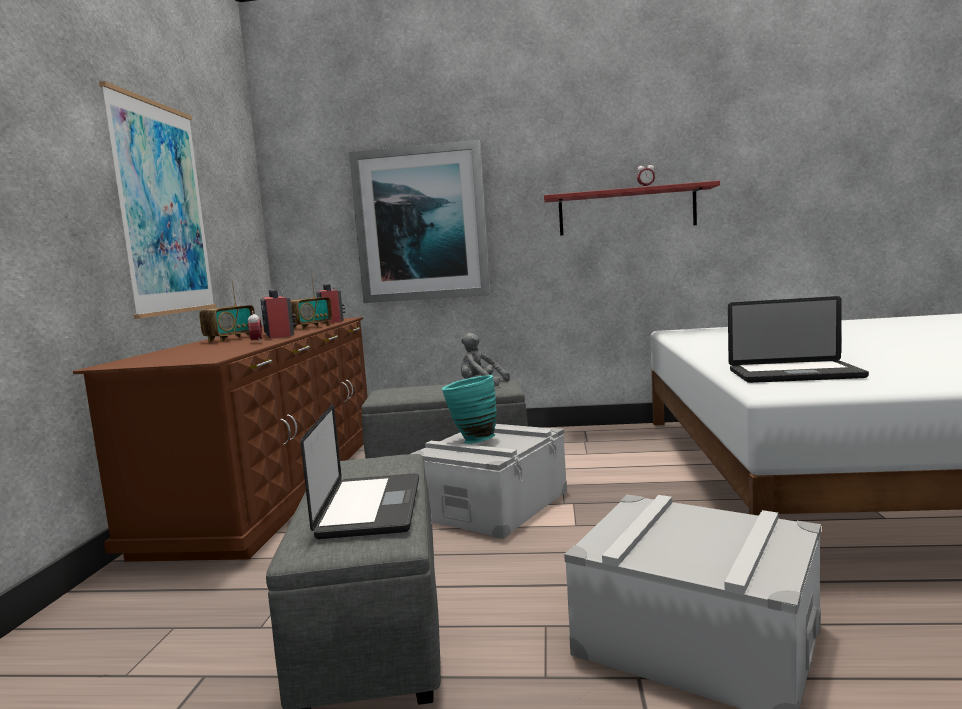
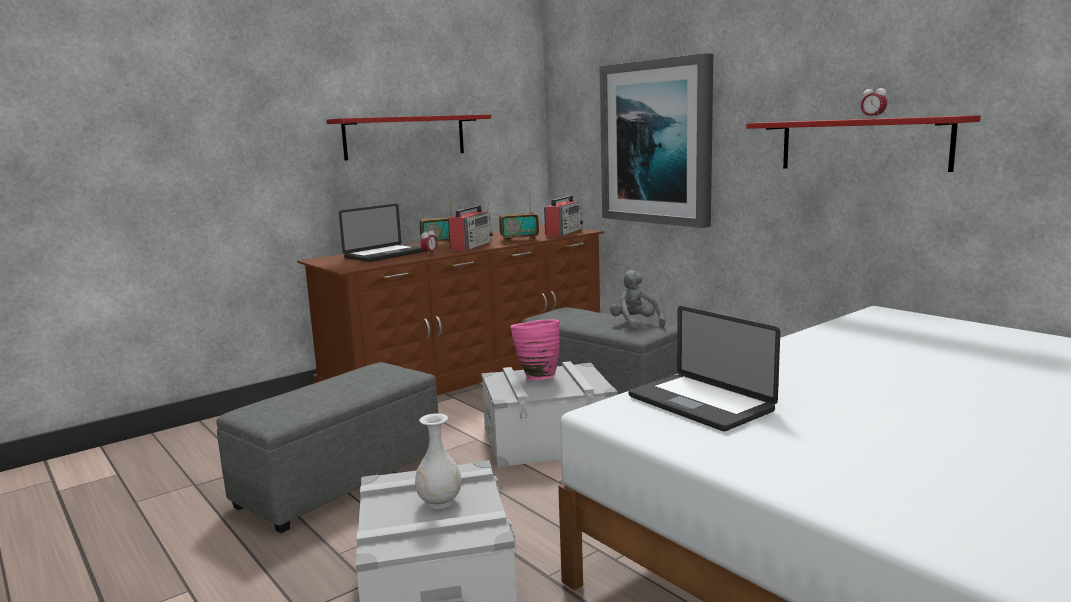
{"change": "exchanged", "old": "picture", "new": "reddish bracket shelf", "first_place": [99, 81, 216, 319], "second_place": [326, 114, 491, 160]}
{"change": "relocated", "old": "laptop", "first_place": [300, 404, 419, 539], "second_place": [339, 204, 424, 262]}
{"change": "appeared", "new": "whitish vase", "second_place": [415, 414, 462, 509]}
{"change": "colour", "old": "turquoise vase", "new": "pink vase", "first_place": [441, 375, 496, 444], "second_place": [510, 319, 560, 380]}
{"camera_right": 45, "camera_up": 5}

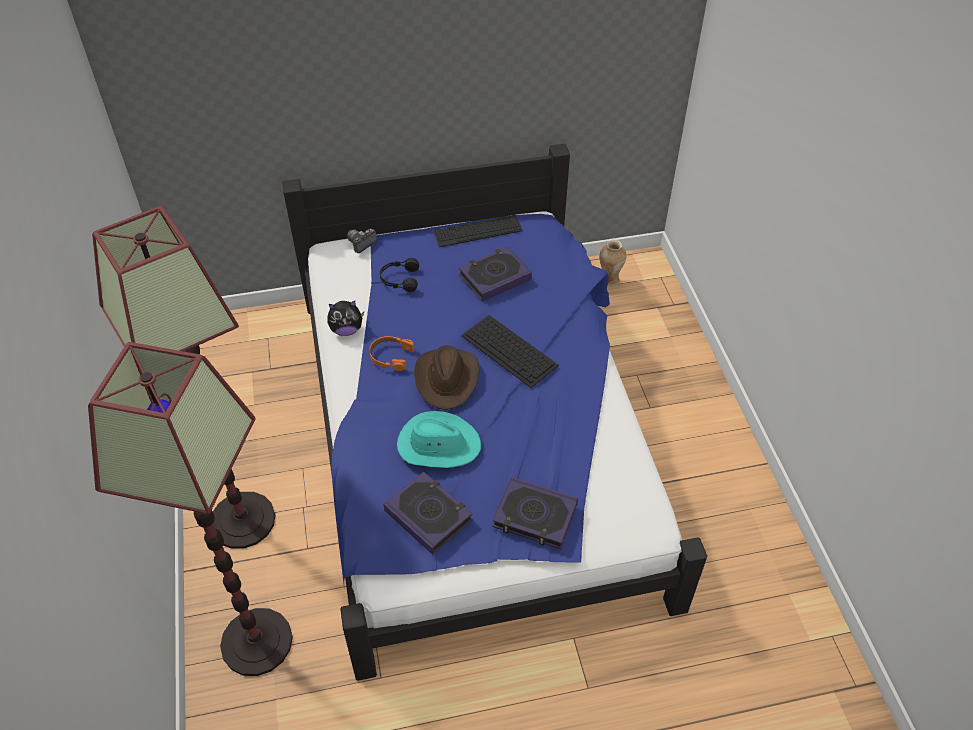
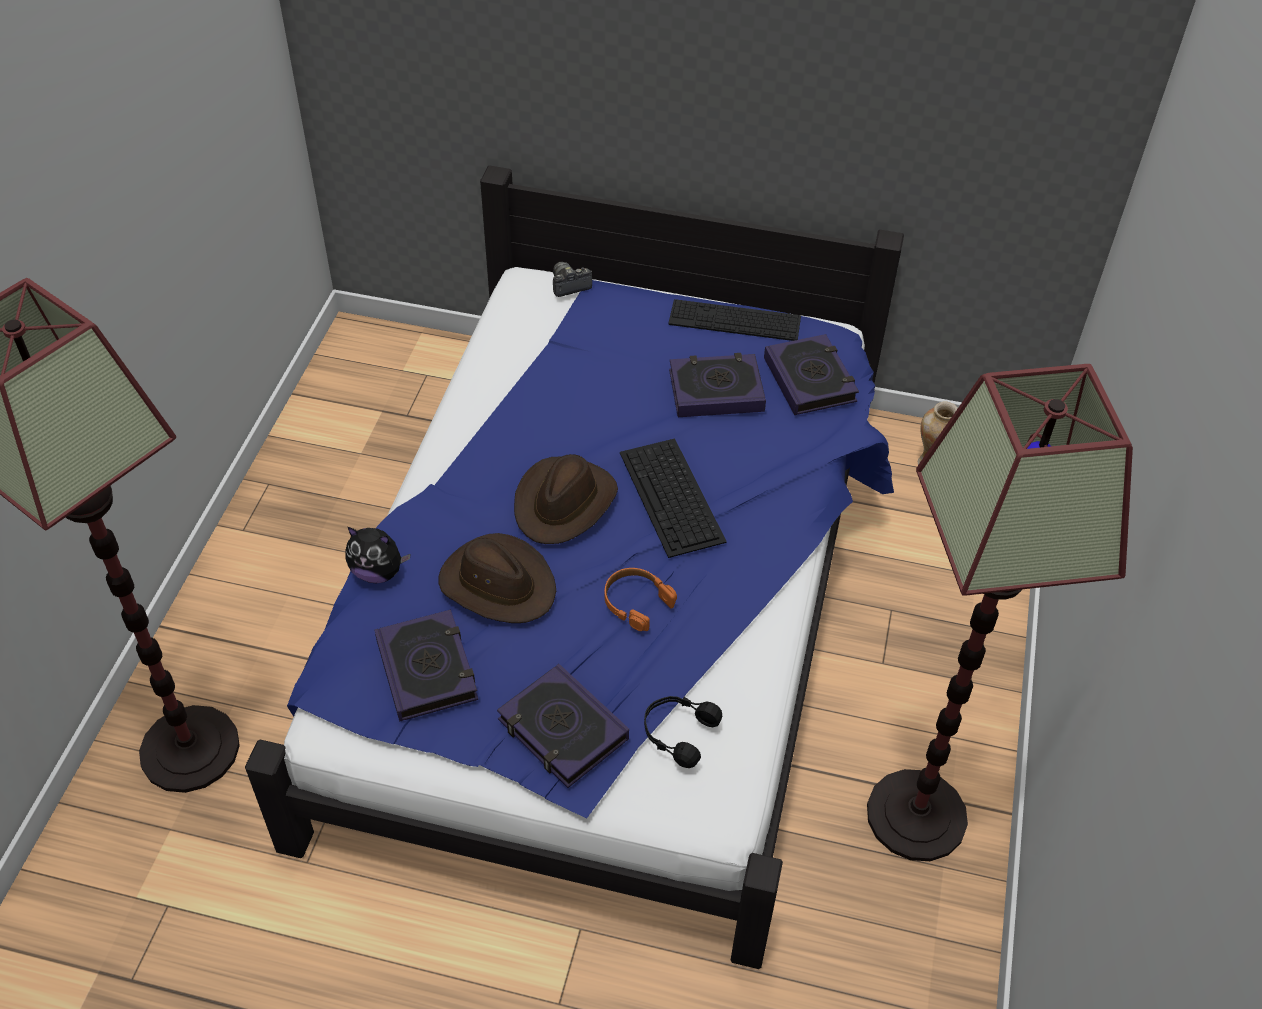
{"change": "relocated", "old": "soft toy", "first_place": [327, 301, 364, 336], "second_place": [345, 527, 410, 583]}
{"change": "colour", "old": "turquoise clothing hat", "new": "brown clothing hat", "first_place": [397, 411, 481, 468], "second_place": [439, 533, 556, 623]}
{"change": "relocated", "old": "orangey headset", "first_place": [369, 336, 414, 371], "second_place": [605, 568, 677, 631]}
{"change": "relocated", "old": "blackish headset", "first_place": [380, 258, 419, 292], "second_place": [644, 696, 722, 768]}
{"change": "appeared", "new": "book", "second_place": [764, 334, 859, 415]}
{"change": "relocated", "old": "standard lamp", "first_place": [92, 206, 275, 549], "second_place": [867, 364, 1133, 861]}
{"camera_right": 25, "camera_up": 0}

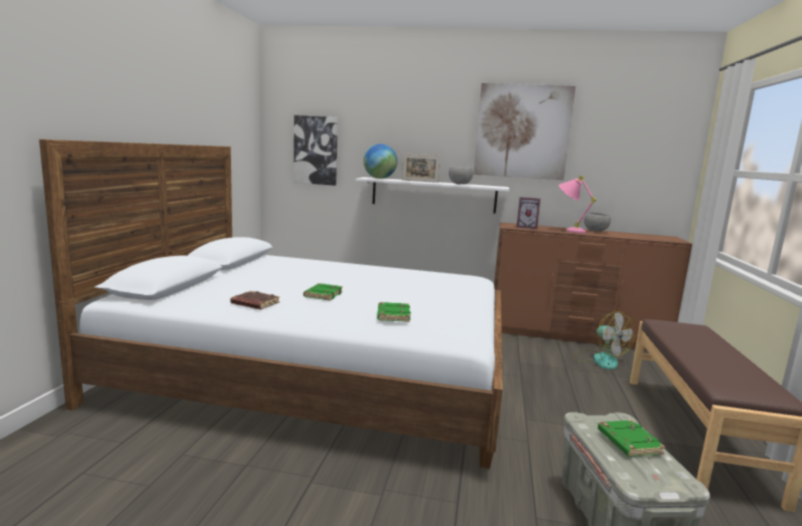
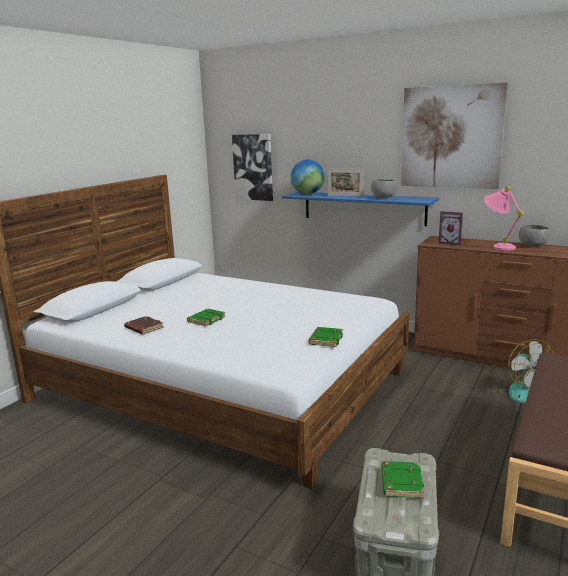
{"change": "colour", "old": "whitish bracket shelf", "new": "blue-coloured bracket shelf", "first_place": [355, 177, 509, 214], "second_place": [282, 192, 439, 226]}
{"change": "relocated", "old": "green-coloured book", "first_place": [377, 302, 411, 322], "second_place": [308, 327, 343, 347]}
{"camera_right": 20, "camera_up": 5}

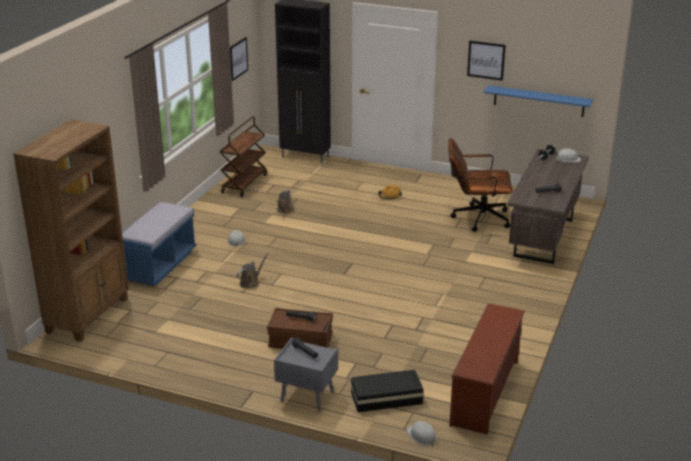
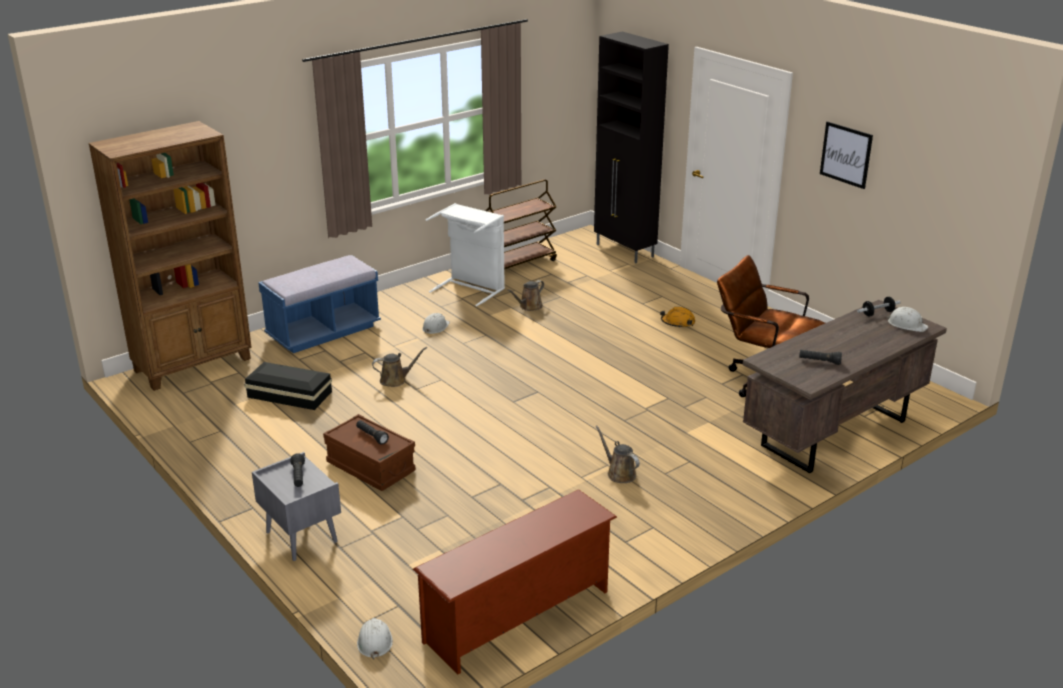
{"change": "relocated", "old": "blackish storage bin", "first_place": [350, 370, 424, 412], "second_place": [245, 362, 332, 410]}
{"change": "appeared", "new": "whitish hamper", "second_place": [426, 203, 505, 307]}
{"change": "appeared", "new": "brown watering pot", "second_place": [595, 425, 640, 483]}
{"change": "missing", "old": "picture", "first_place": [230, 37, 248, 81]}
{"change": "missing", "old": "blue-coloured bracket shelf", "first_place": [484, 85, 593, 117]}
{"camera_right": 30, "camera_up": 0}

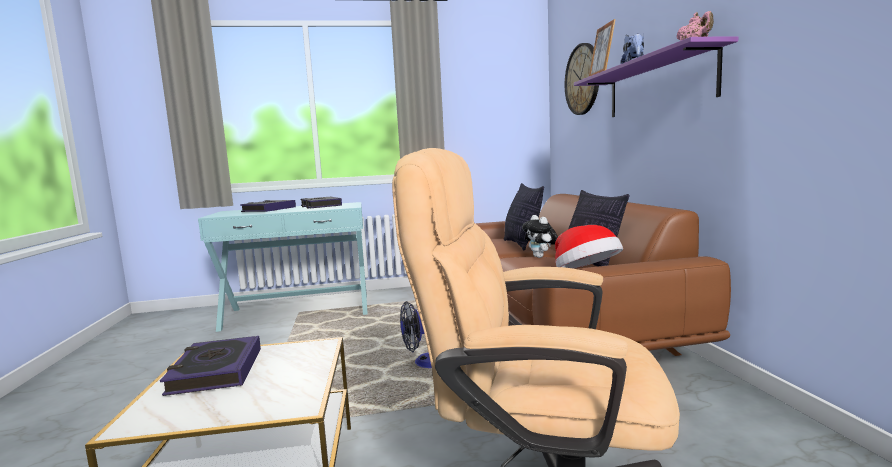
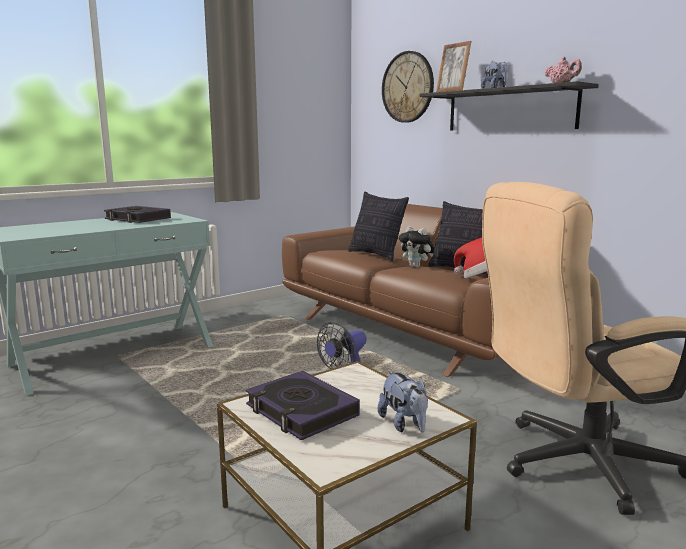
{"change": "appeared", "new": "soft toy", "second_place": [378, 371, 428, 433]}
{"change": "colour", "old": "purplish bracket shelf", "new": "blackish bracket shelf", "first_place": [574, 36, 738, 117], "second_place": [420, 81, 599, 131]}
{"change": "missing", "old": "book", "first_place": [240, 200, 296, 212]}
{"camera_right": -30, "camera_up": 5}

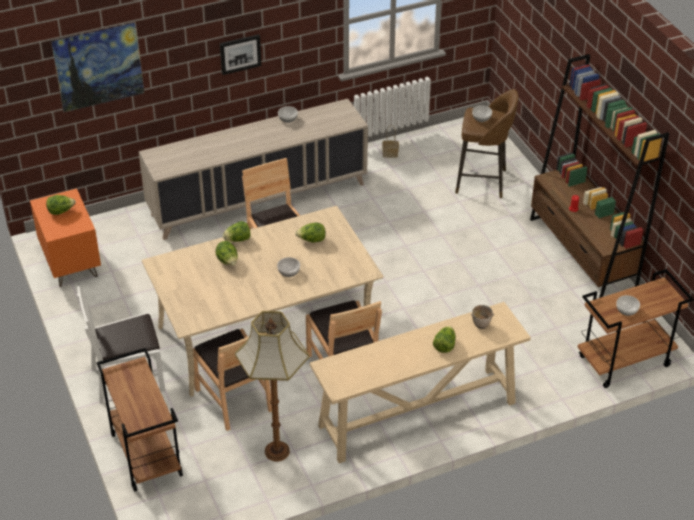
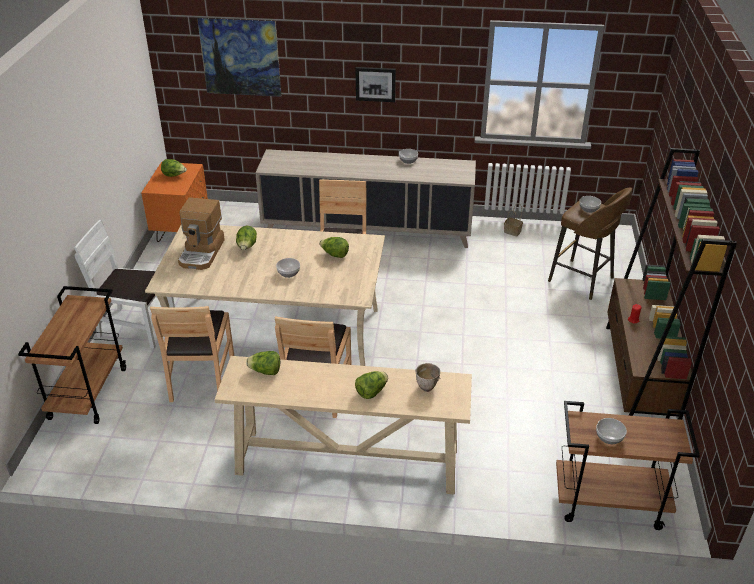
{"change": "appeared", "new": "coffee machine", "second_place": [178, 197, 225, 270]}
{"change": "relocated", "old": "lettuce", "first_place": [223, 221, 251, 242], "second_place": [246, 351, 280, 375]}
{"change": "missing", "old": "standard lamp", "first_place": [235, 311, 309, 461]}
{"camera_right": 30, "camera_up": -5}

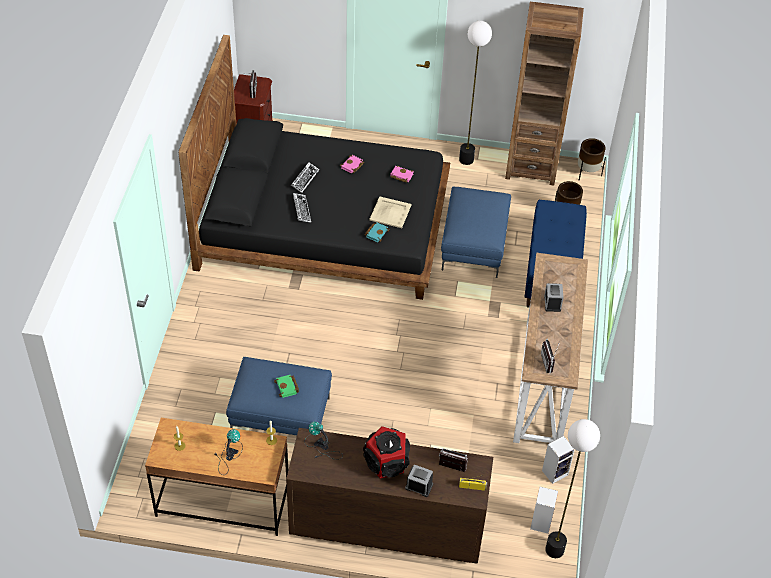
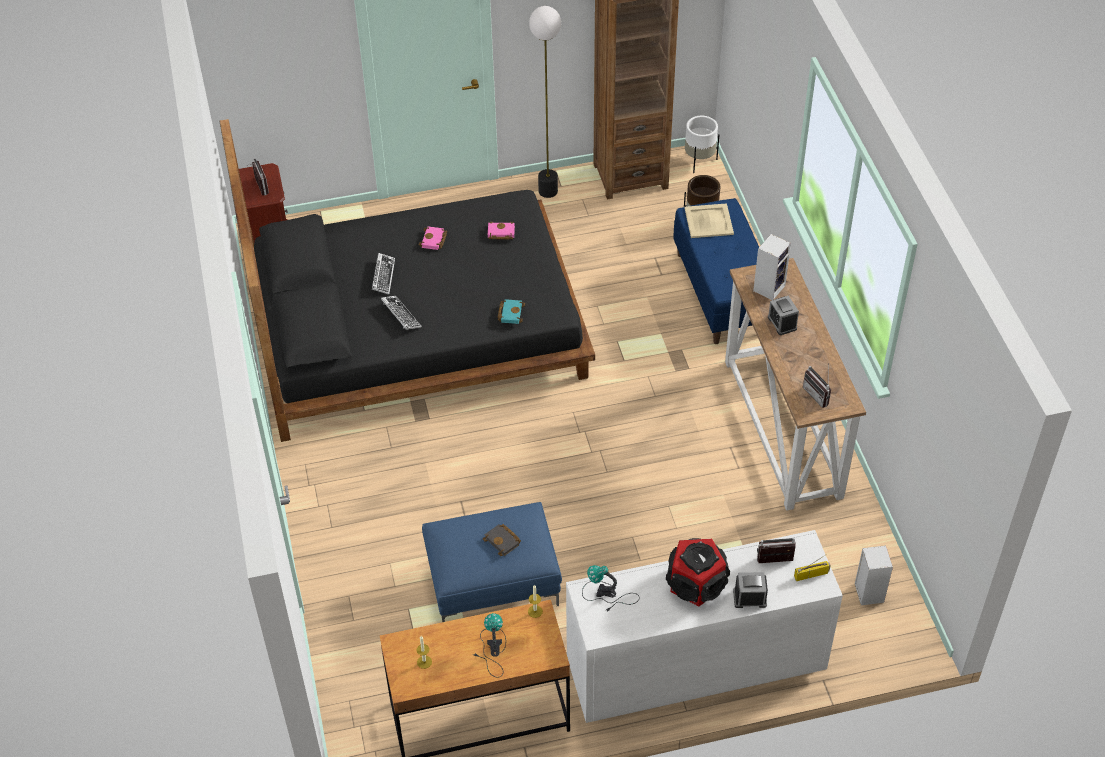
{"change": "colour", "old": "green-coloured book", "new": "blackish book", "first_place": [274, 375, 299, 398], "second_place": [483, 524, 521, 556]}
{"change": "colour", "old": "brown dresser", "new": "whitish dresser", "first_place": [286, 428, 493, 564], "second_place": [566, 530, 843, 723]}
{"change": "relocated", "old": "beige-coloured serving tray", "first_place": [369, 196, 412, 228], "second_place": [684, 203, 734, 238]}
{"change": "colour", "old": "brown planter", "new": "whitish planter", "first_place": [578, 138, 606, 180], "second_place": [685, 116, 719, 173]}
{"change": "relocated", "old": "audio speaker", "first_place": [542, 436, 575, 484], "second_place": [753, 234, 791, 300]}
{"change": "missing", "old": "blue-coloured pouffe", "first_place": [441, 186, 511, 278]}
{"change": "missing", "old": "standard lamp", "first_place": [545, 419, 600, 558]}
{"camera_right": -20, "camera_up": 0}

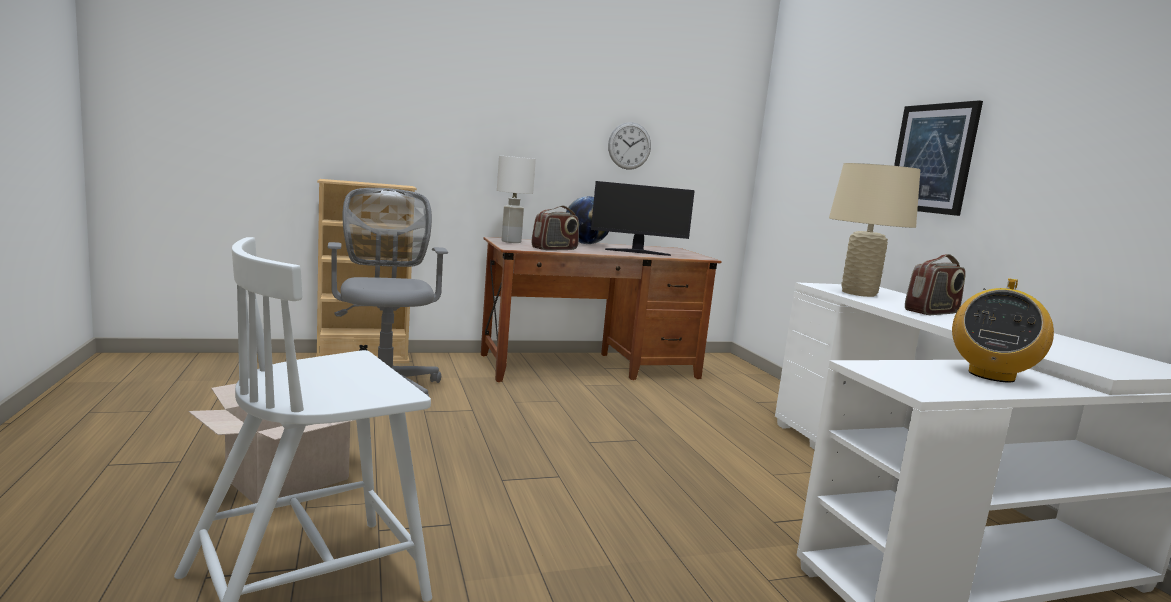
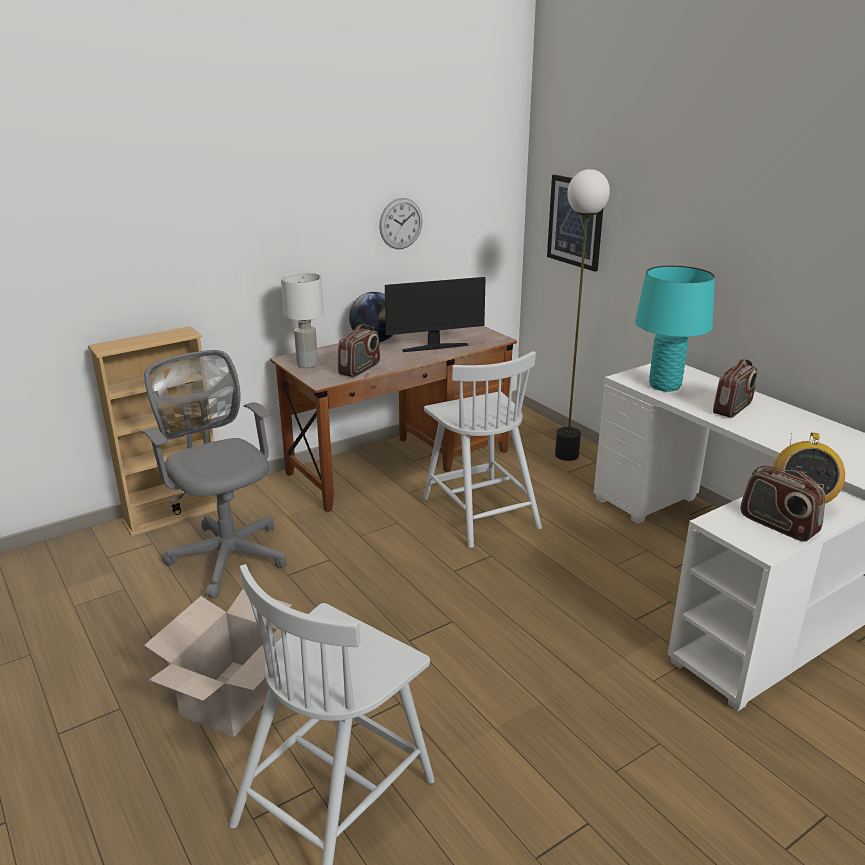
{"change": "appeared", "new": "whitish plain chair", "second_place": [423, 351, 542, 548]}
{"change": "relocated", "old": "picture", "first_place": [894, 100, 983, 216], "second_place": [547, 175, 603, 272]}
{"change": "appeared", "new": "standard lamp", "second_place": [555, 169, 610, 461]}
{"change": "colour", "old": "beige-coloured table lamp", "new": "turquoise table lamp", "first_place": [829, 163, 921, 297], "second_place": [635, 265, 715, 392]}
{"change": "appeared", "new": "radio receiver", "second_place": [741, 465, 825, 542]}
{"camera_right": -15, "camera_up": 15}

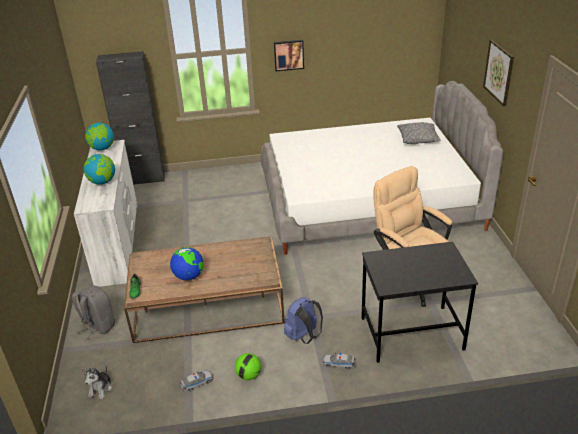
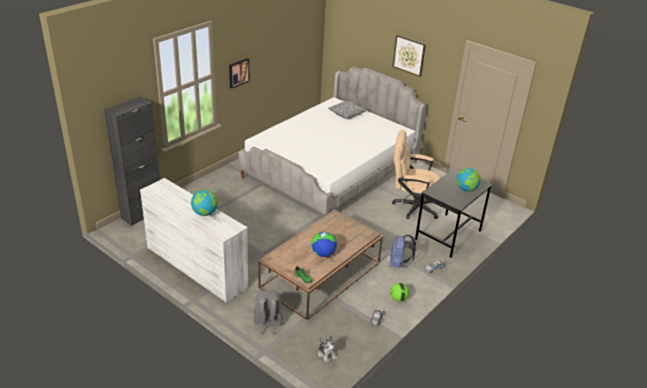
{"change": "relocated", "old": "desk globe", "first_place": [85, 123, 114, 150], "second_place": [456, 168, 480, 192]}
{"camera_right": -45, "camera_up": 0}

